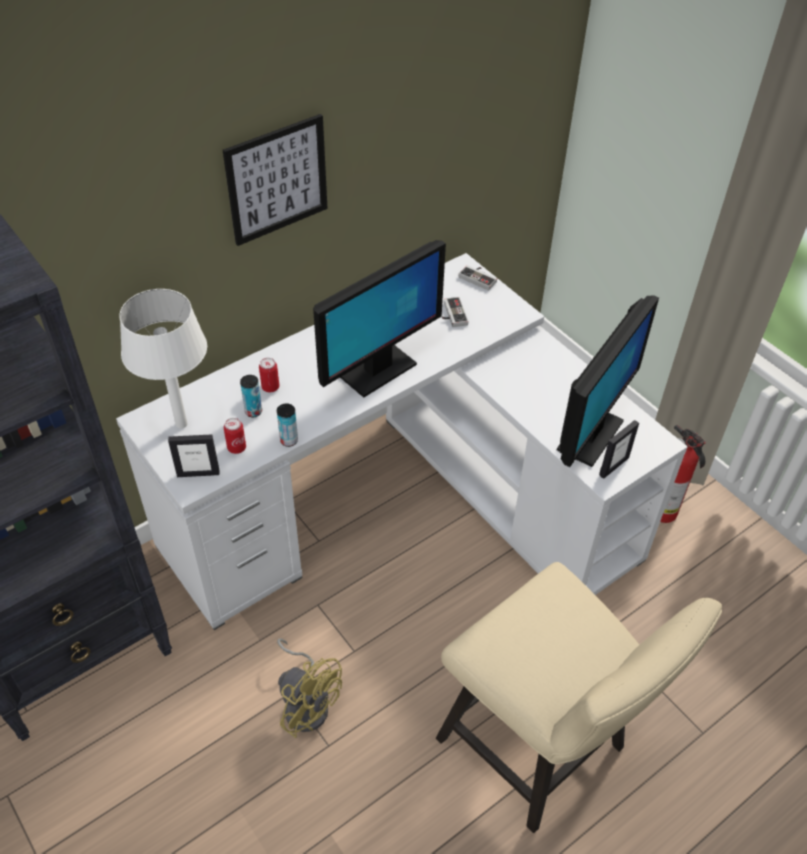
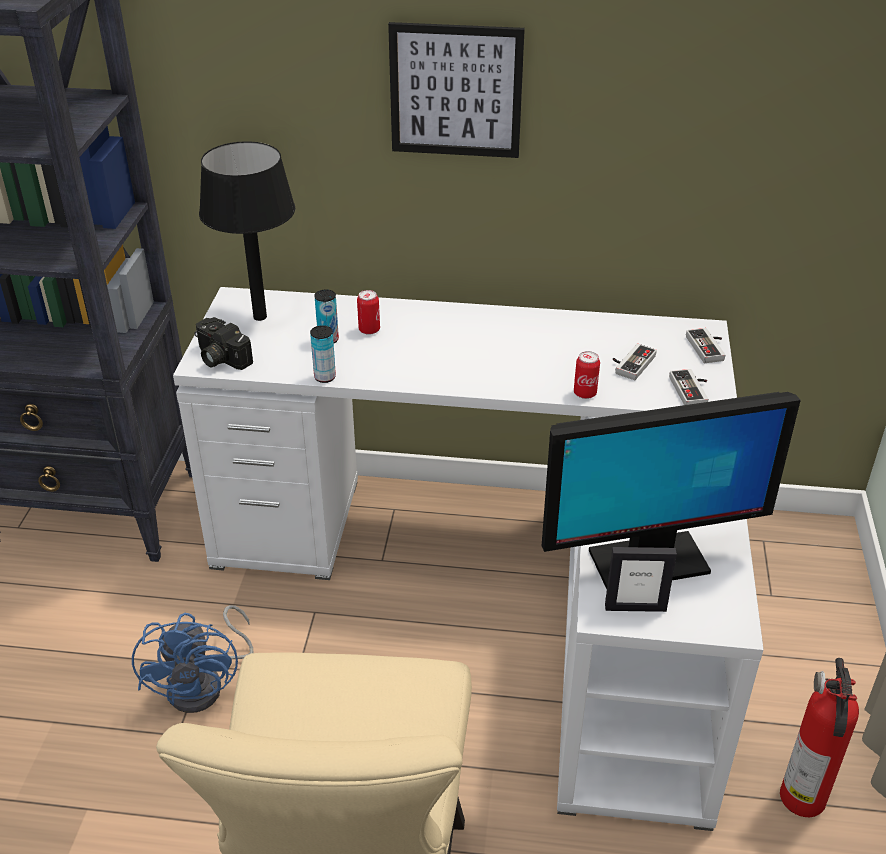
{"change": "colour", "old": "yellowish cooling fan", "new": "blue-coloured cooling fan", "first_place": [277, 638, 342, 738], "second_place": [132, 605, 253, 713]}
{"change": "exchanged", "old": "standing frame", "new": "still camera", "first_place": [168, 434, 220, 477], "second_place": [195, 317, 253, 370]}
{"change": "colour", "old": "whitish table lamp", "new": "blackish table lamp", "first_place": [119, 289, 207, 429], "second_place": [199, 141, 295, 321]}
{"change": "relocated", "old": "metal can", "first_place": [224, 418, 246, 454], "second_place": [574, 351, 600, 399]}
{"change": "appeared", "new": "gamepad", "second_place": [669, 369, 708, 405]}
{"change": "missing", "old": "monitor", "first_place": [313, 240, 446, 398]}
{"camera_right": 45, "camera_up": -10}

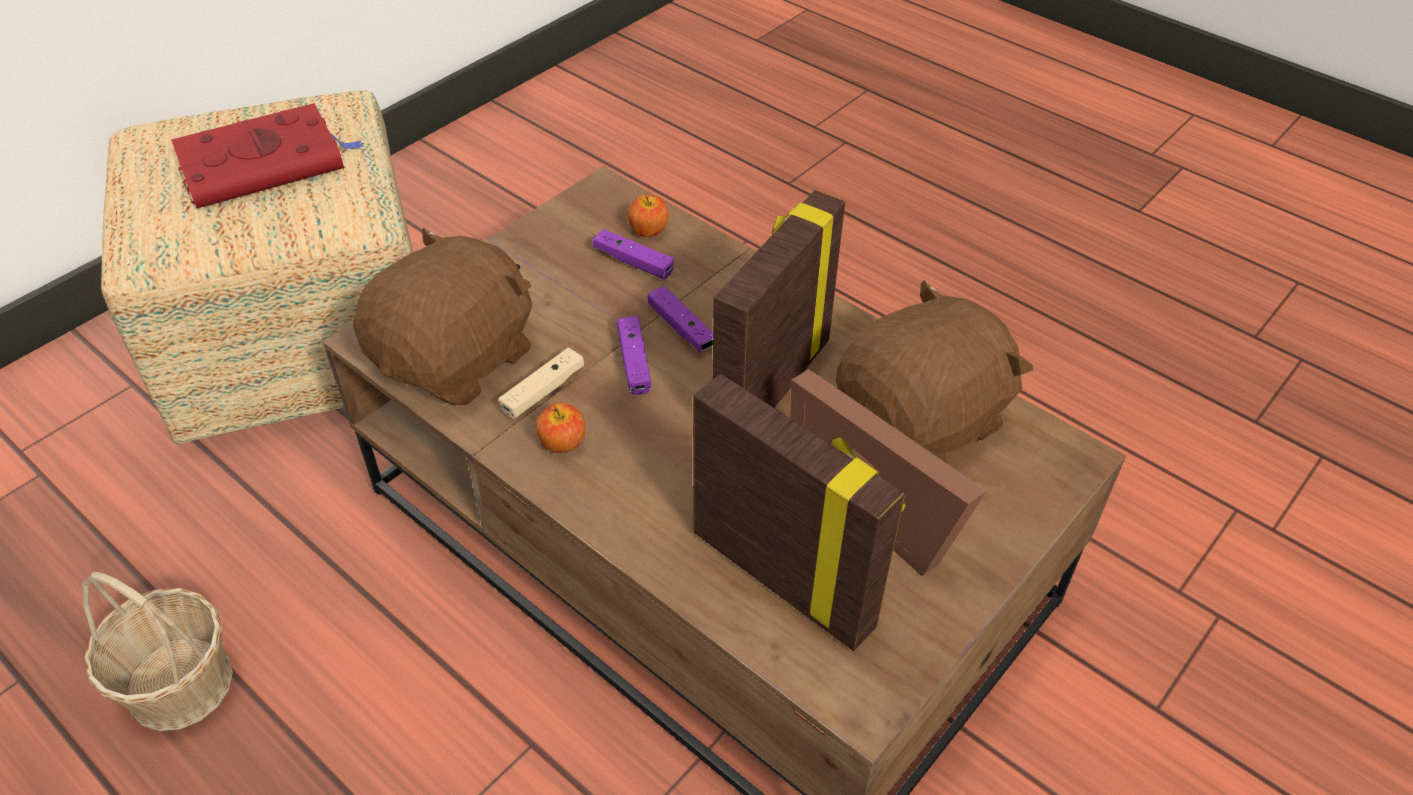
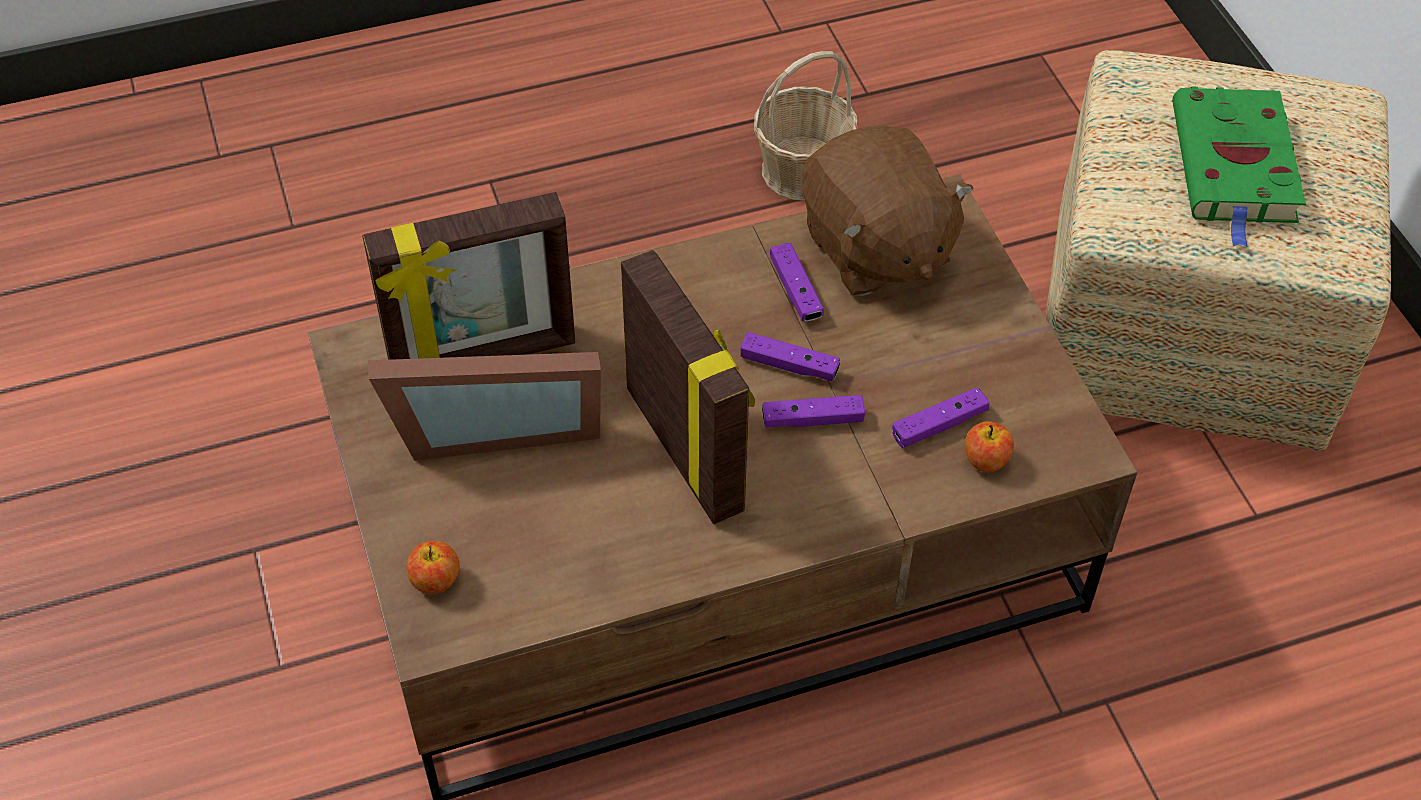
{"change": "relocated", "old": "apple fruit", "first_place": [536, 403, 585, 453], "second_place": [406, 541, 460, 594]}
{"change": "colour", "old": "beige-coloured gamepad", "new": "purplish gamepad", "first_place": [499, 348, 584, 419], "second_place": [770, 243, 824, 322]}
{"change": "colour", "old": "reddish book", "new": "green-coloured book", "first_place": [171, 103, 363, 208], "second_place": [1172, 86, 1306, 247]}
{"change": "missing", "old": "brown soft toy", "first_place": [836, 280, 1033, 463]}
{"camera_right": 120, "camera_up": 5}

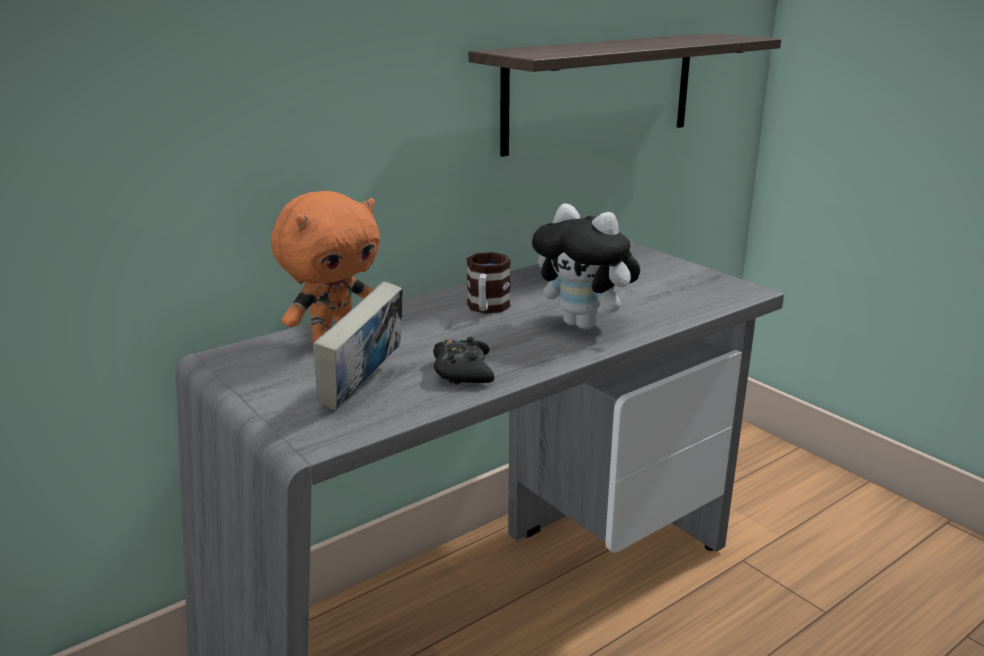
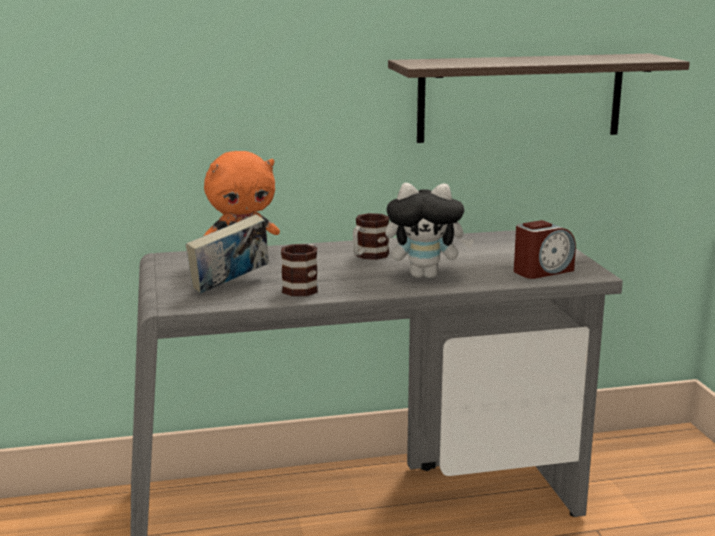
{"change": "exchanged", "old": "blackish gamepad", "new": "coffee mug", "first_place": [433, 337, 495, 384], "second_place": [281, 244, 318, 296]}
{"change": "spun", "old": "soft toy", "first_place": [532, 203, 640, 329], "second_place": [385, 183, 474, 278], "degrees": -60}
{"change": "appeared", "new": "table clock", "second_place": [514, 220, 576, 279]}
{"camera_right": 25, "camera_up": -5}

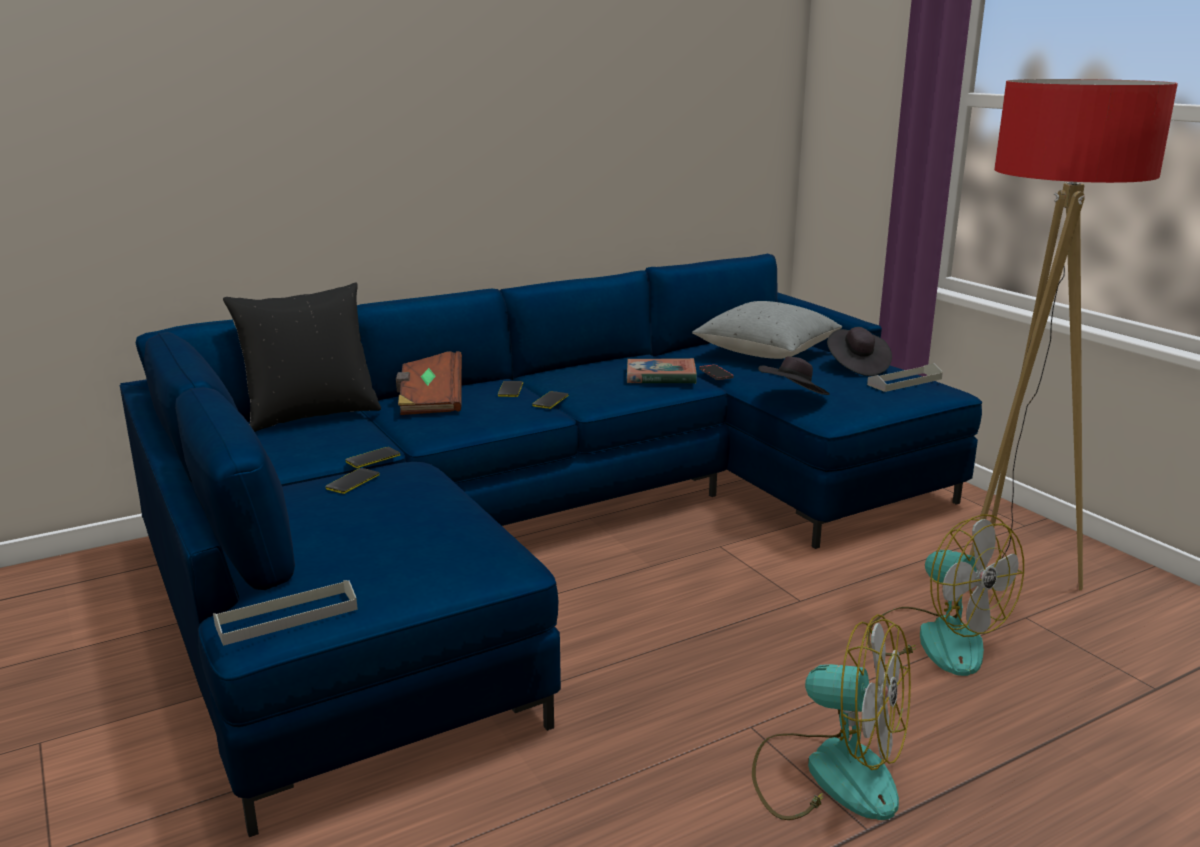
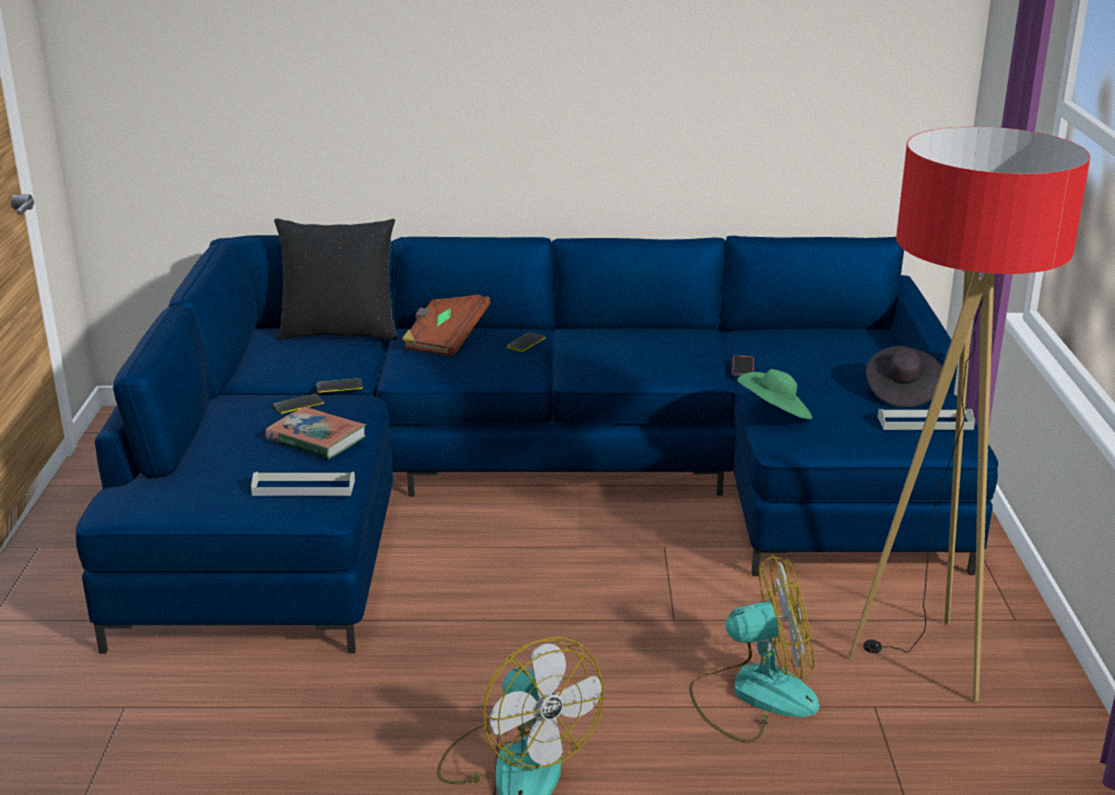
{"change": "relocated", "old": "greyish serving tray", "first_place": [213, 580, 358, 646], "second_place": [251, 472, 355, 496]}
{"change": "relocated", "old": "book", "first_place": [627, 358, 697, 384], "second_place": [265, 407, 366, 459]}
{"change": "spun", "old": "cooling fan", "first_place": [867, 514, 1024, 676], "second_place": [689, 555, 820, 743], "degrees": -90}
{"change": "colour", "old": "blackish clothing hat", "new": "green-coloured clothing hat", "first_place": [758, 357, 830, 395], "second_place": [737, 369, 813, 419]}
{"change": "missing", "old": "phone", "first_place": [533, 391, 569, 409]}
{"change": "missing", "old": "greyish throw pillow", "first_place": [692, 301, 842, 359]}
{"camera_right": 30, "camera_up": 5}

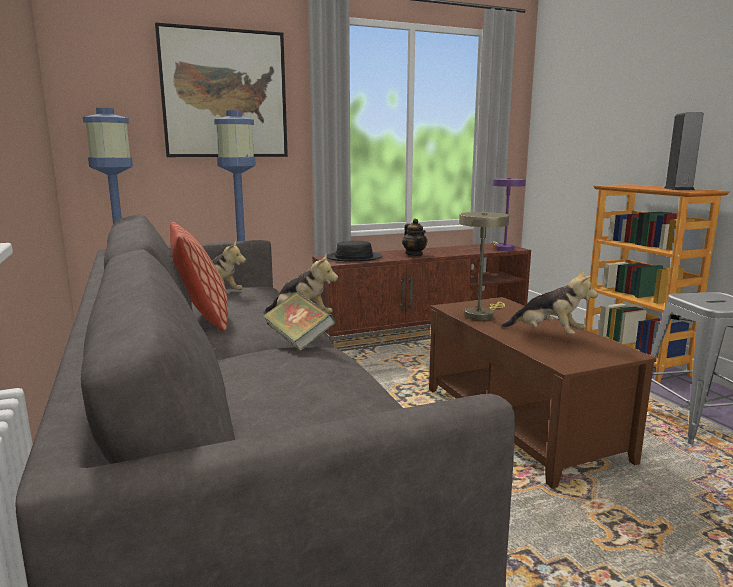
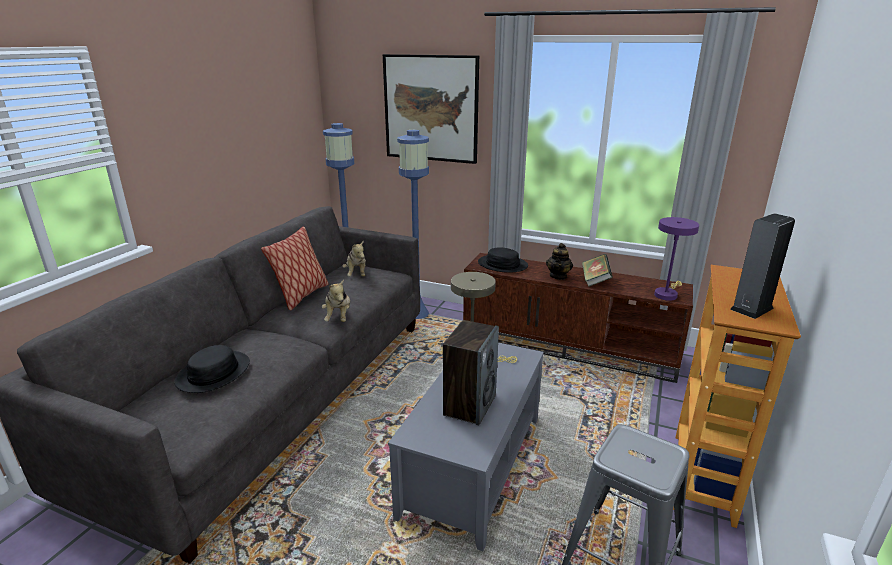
{"change": "appeared", "new": "blackish clothing hat", "second_place": [174, 345, 250, 393]}
{"change": "colour", "old": "brown coffee table", "new": "greyish coffee table", "first_place": [429, 297, 657, 489], "second_place": [388, 343, 544, 551]}
{"change": "exchanged", "old": "soft toy", "new": "audio speaker", "first_place": [501, 270, 598, 334], "second_place": [443, 320, 499, 426]}
{"change": "relocated", "old": "book", "first_place": [262, 292, 335, 351], "second_place": [582, 254, 613, 287]}
{"camera_right": 45, "camera_up": 10}

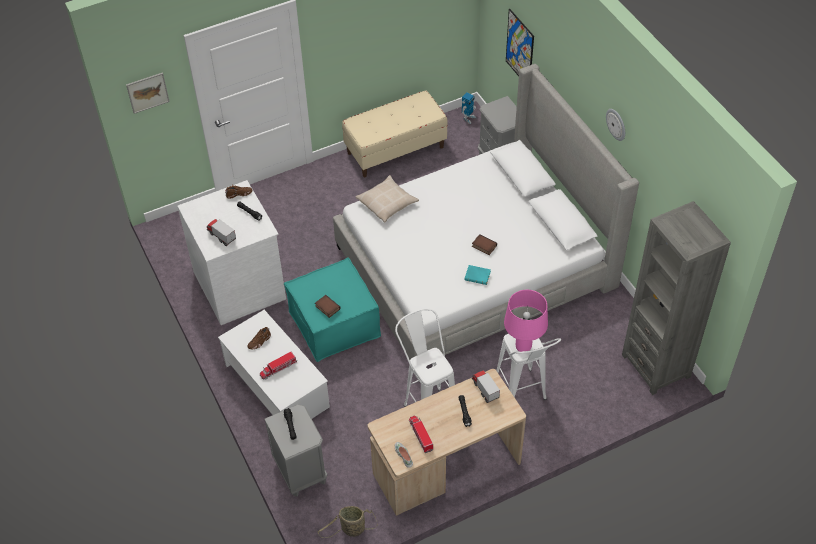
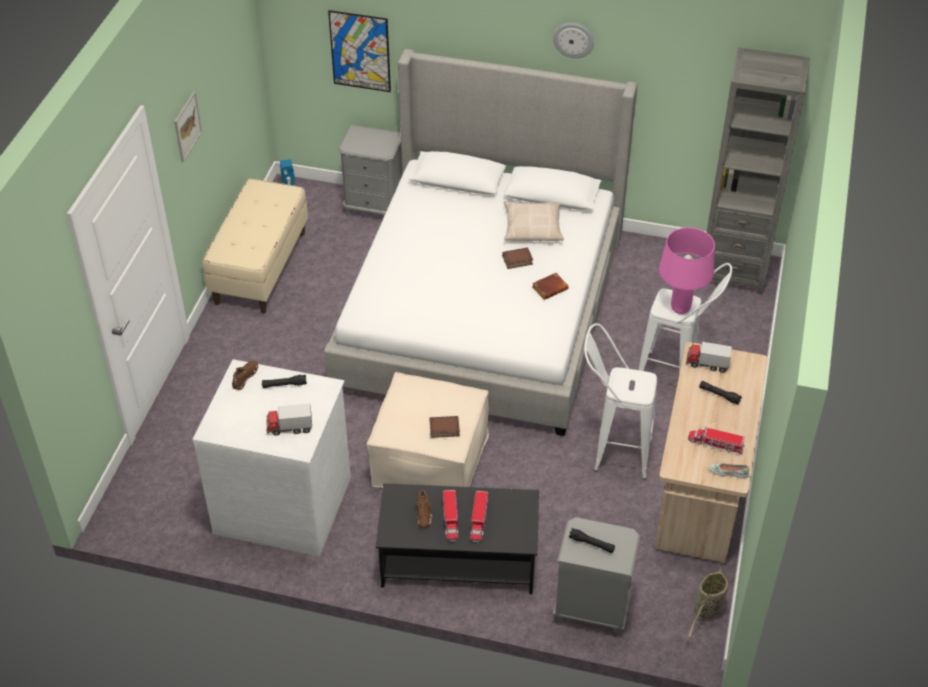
{"change": "relocated", "old": "picture", "first_place": [126, 72, 170, 114], "second_place": [174, 92, 202, 162]}
{"change": "colour", "old": "turquoise pouffe", "new": "beige-coloured pouffe", "first_place": [284, 257, 381, 362], "second_place": [367, 372, 489, 488]}
{"change": "colour", "old": "whitish coffee table", "new": "blackish coffee table", "first_place": [218, 310, 330, 419], "second_place": [376, 483, 539, 594]}
{"change": "appeared", "new": "model truck", "second_place": [443, 490, 459, 541]}
{"change": "relocated", "old": "beige-coloured throw pillow", "first_place": [356, 175, 419, 223], "second_place": [504, 201, 564, 241]}
{"change": "colour", "old": "turquoise book", "new": "brown book", "first_place": [465, 265, 491, 285], "second_place": [532, 273, 569, 300]}
{"camera_right": -50, "camera_up": -5}

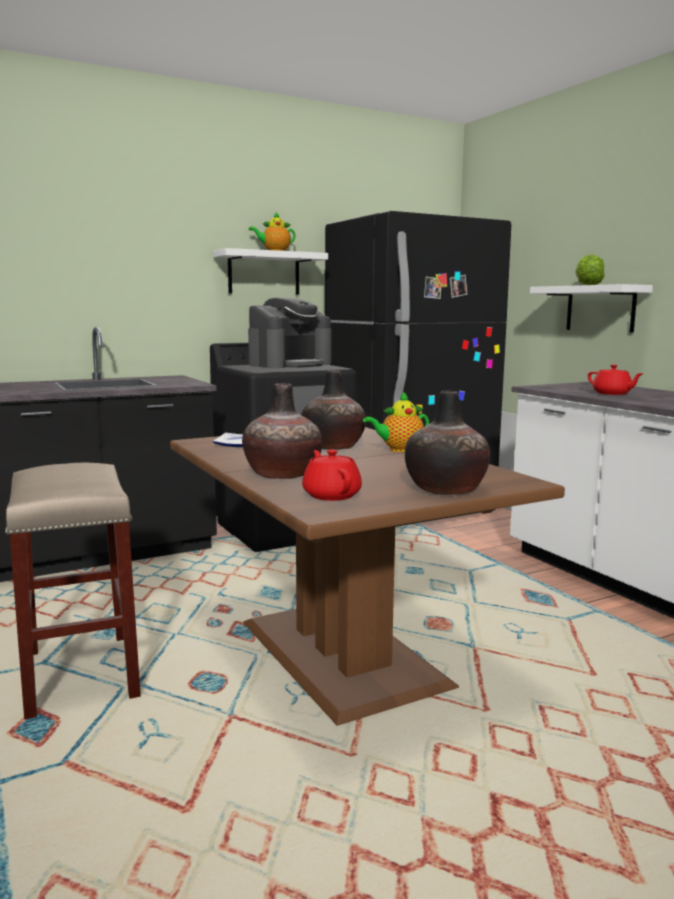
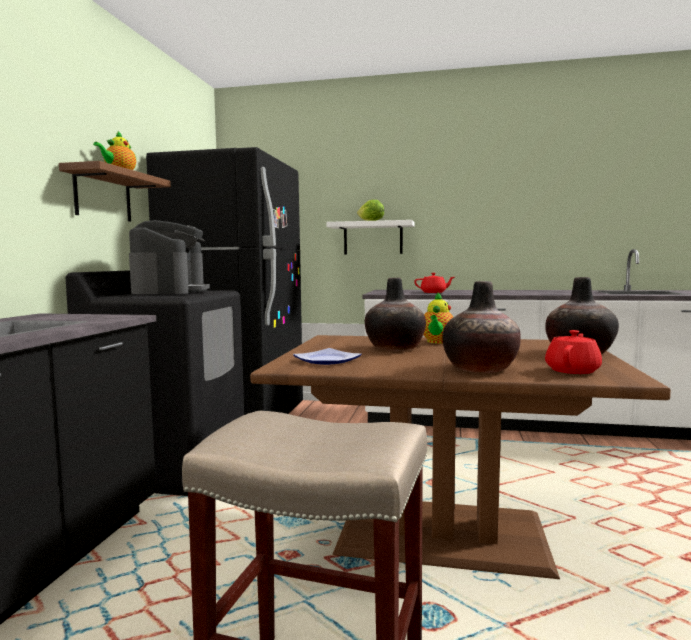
{"change": "colour", "old": "whitish bracket shelf", "new": "brown bracket shelf", "first_place": [213, 248, 328, 295], "second_place": [59, 161, 171, 222]}
{"change": "spun", "old": "reddish tea pot", "first_place": [302, 450, 362, 501], "second_place": [545, 330, 602, 374], "degrees": 105}
{"camera_right": -50, "camera_up": -5}

